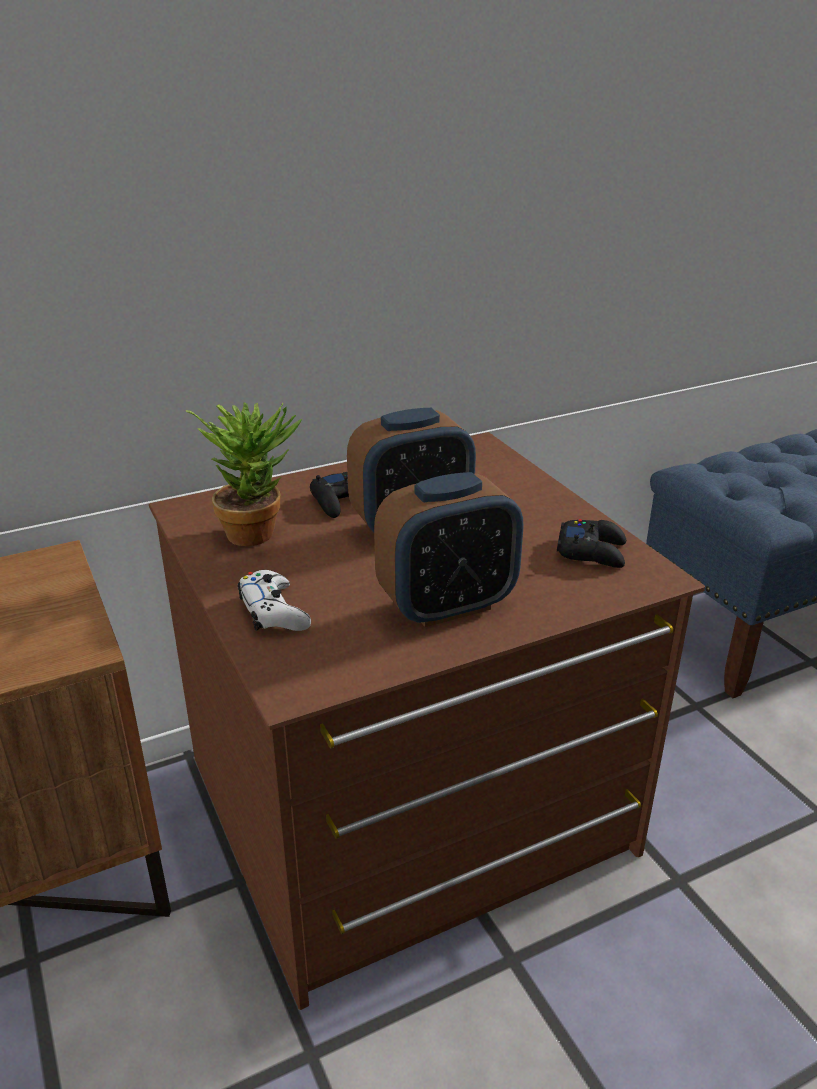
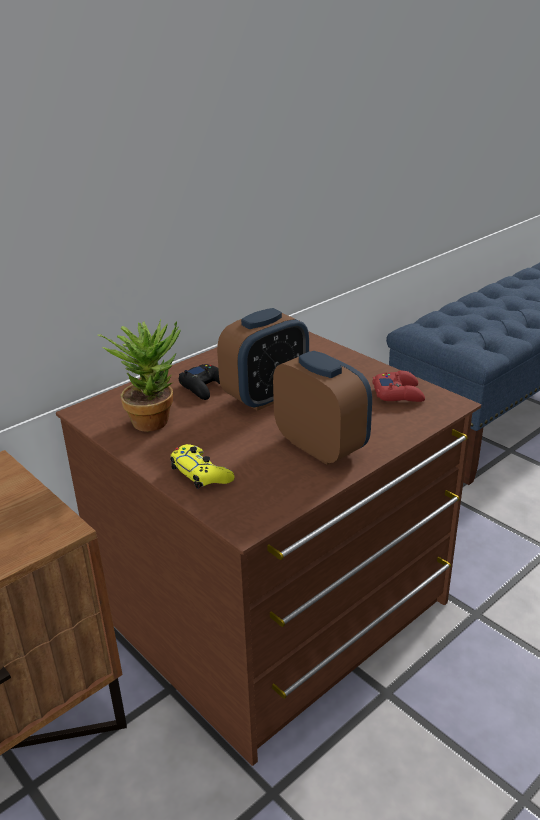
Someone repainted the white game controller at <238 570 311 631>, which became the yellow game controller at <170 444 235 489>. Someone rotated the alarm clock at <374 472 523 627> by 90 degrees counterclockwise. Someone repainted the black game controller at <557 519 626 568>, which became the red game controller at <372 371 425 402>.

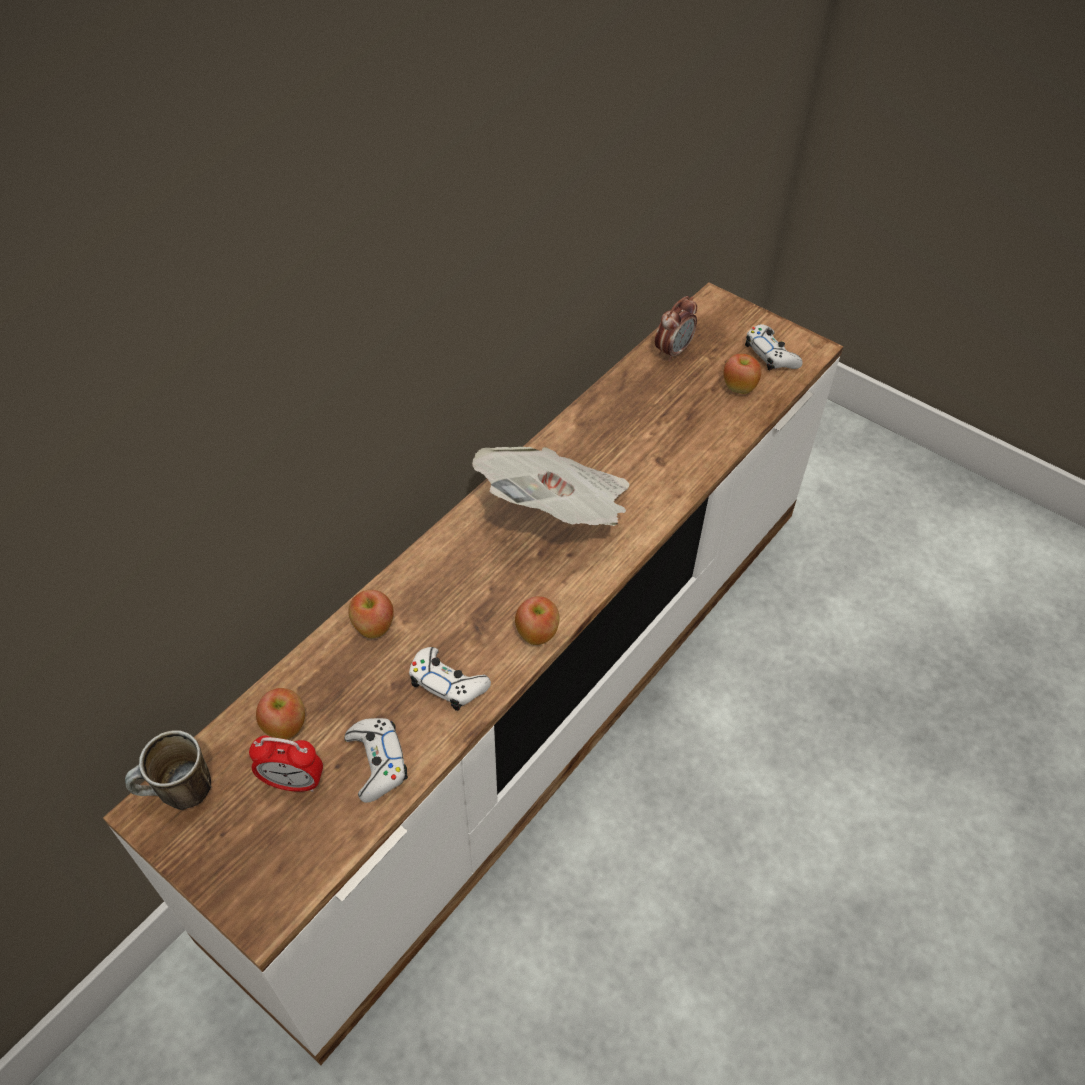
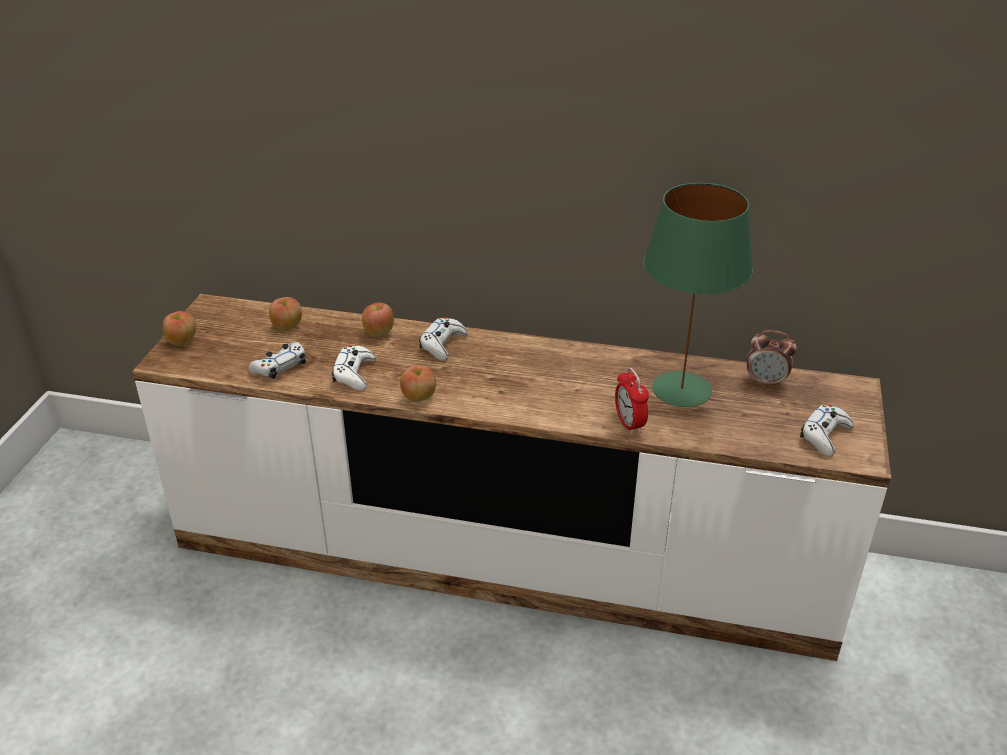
Someone took away the mug at <125 730 211 810>. Someone carried the alarm clock from <249 736 323 792> to <615 367 649 435>. Someone took away the newspaper at <472 447 630 526>. Someone carried the apple from <724 354 761 394> to <162 311 196 346>. Someone put down the white game controller at <419 317 468 361>. Someone put down the green table lamp at <643 183 753 407>.

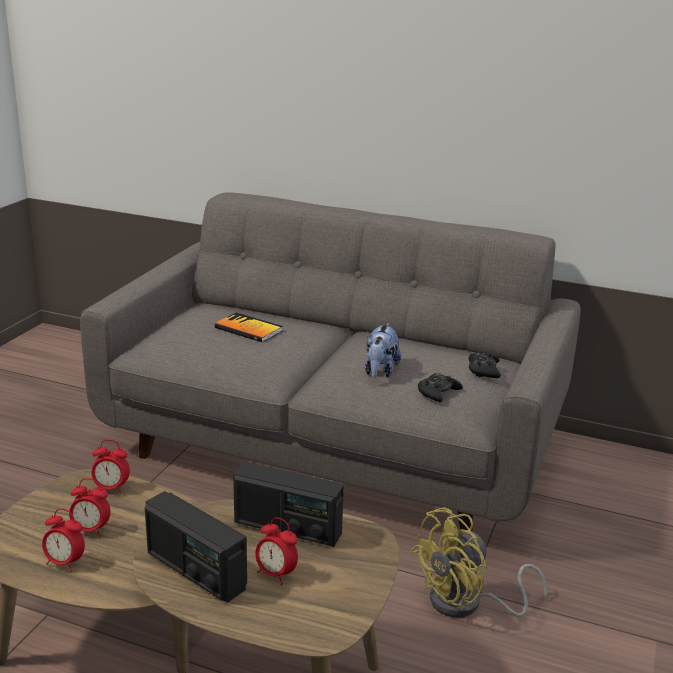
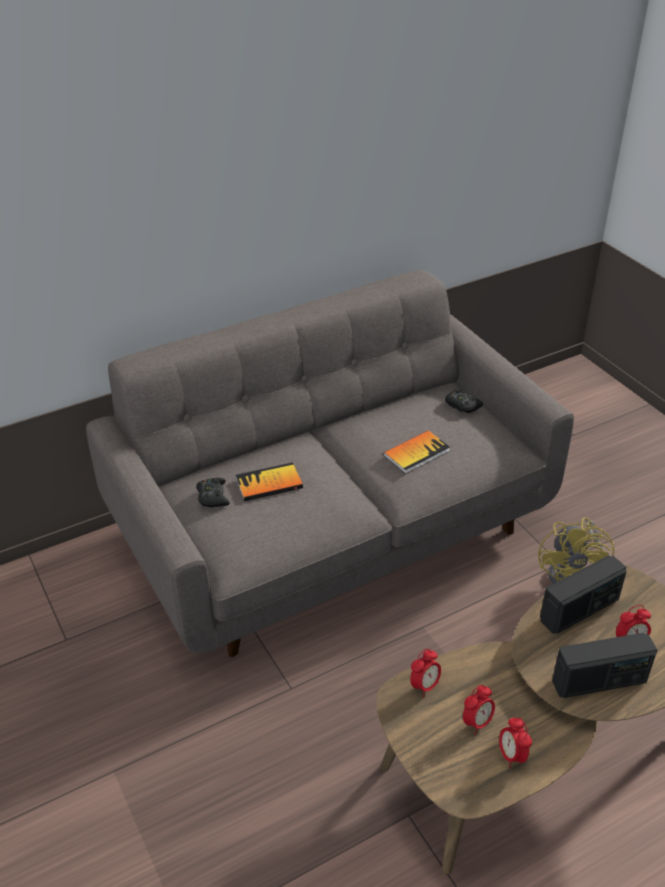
Someone rotated the alarm clock at <42 509 85 572> by 105 degrees clockwise. Someone swapped the plush toy at <365 323 401 378> for the book at <384 430 450 474>. Someone carried the black game controller from <418 373 463 402> to <196 478 230 507>.

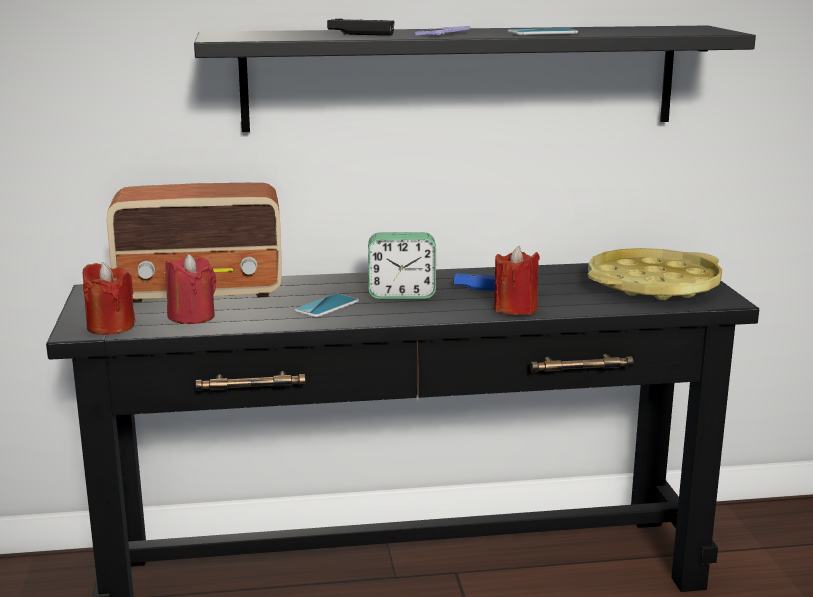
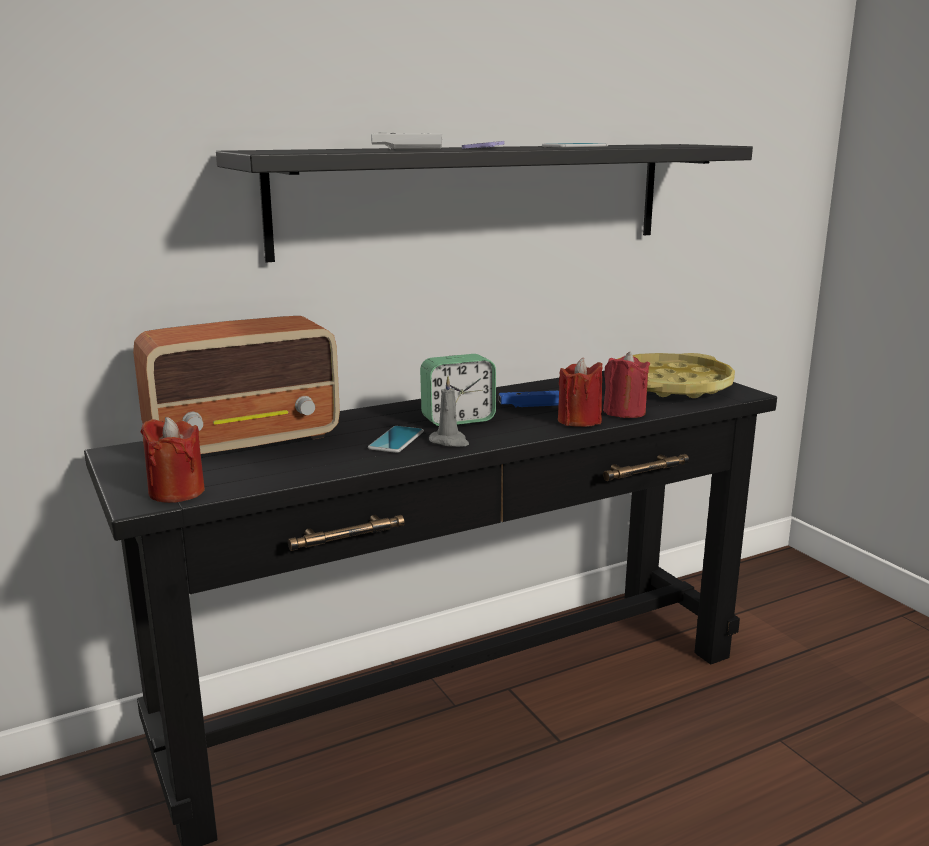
Someone carried the red candle from <165 254 216 324> to <603 352 650 418>. Someone repainted the black game controller at <327 19 394 36>, which became the white game controller at <371 132 442 149>. Someone put down the grey candle at <429 376 469 447>.

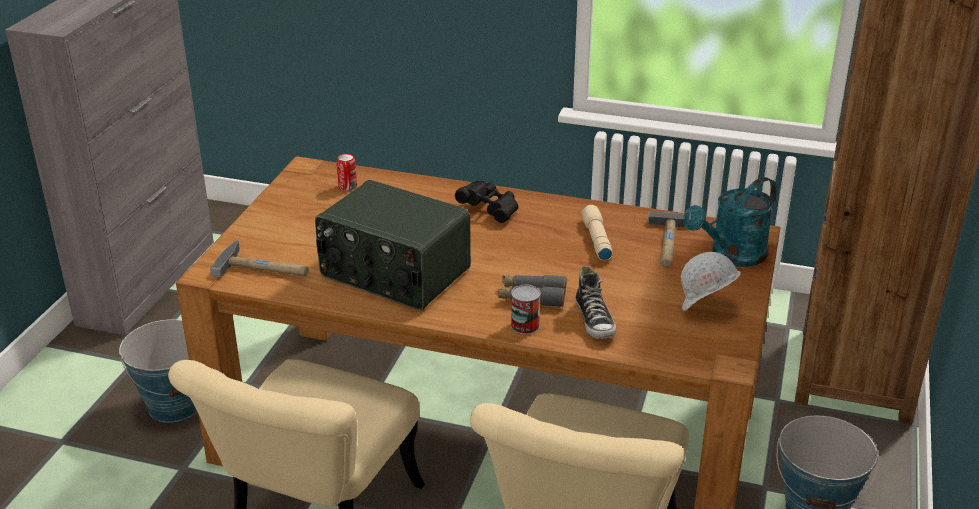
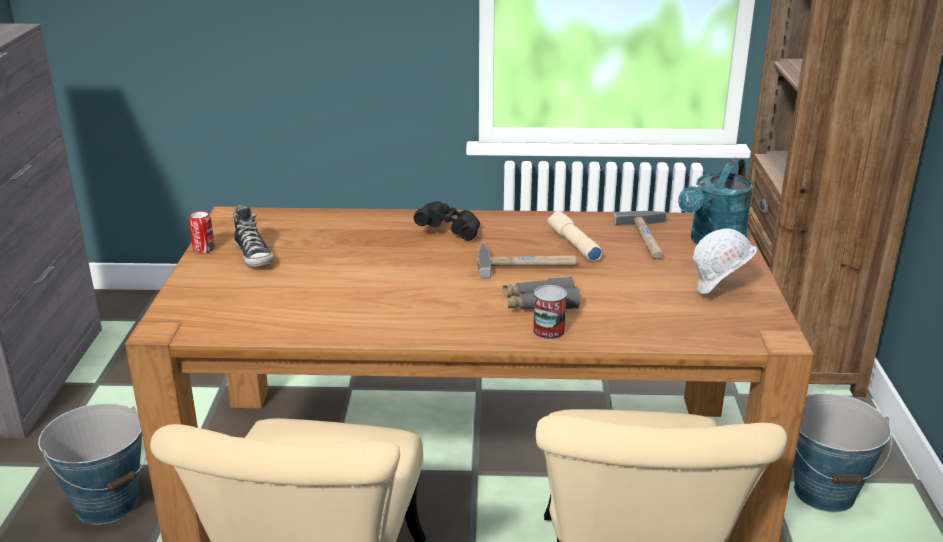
Someone carried the hammer from <210 240 309 277> to <477 242 577 278>. Someone took away the radio at <315 180 471 310>. Someone carried the can from <337 154 357 191> to <189 211 215 254>. Someone carried the shoe from <575 266 616 339> to <233 205 274 267>.

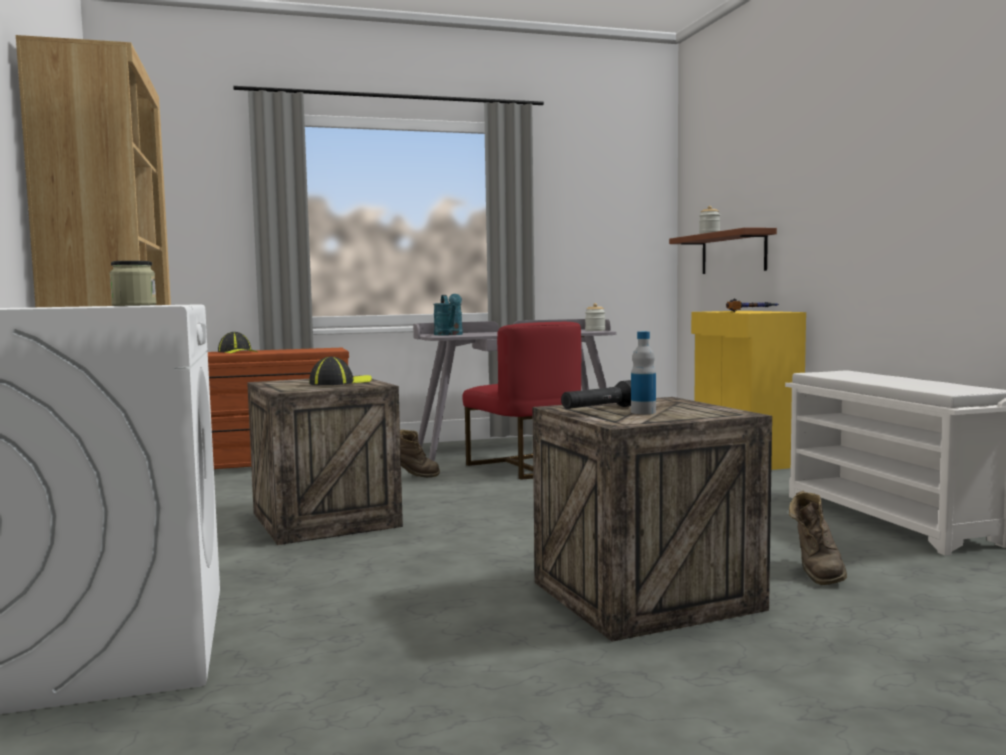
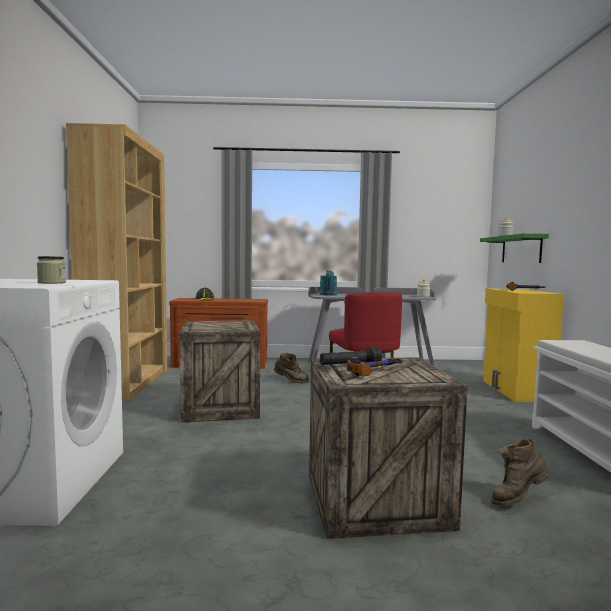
Someone took away the cap at <309 357 372 385>. Someone swapped the bottle at <631 331 656 414> for the hammer at <347 357 403 377>. Someone repainted the brown shelf at <669 227 777 274>, which became the green shelf at <480 233 549 263>. Someone rotated the brown boot at <789 491 847 585> by 45 degrees clockwise.

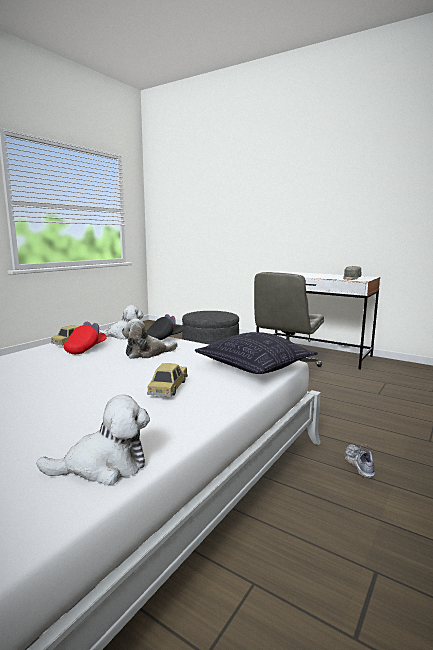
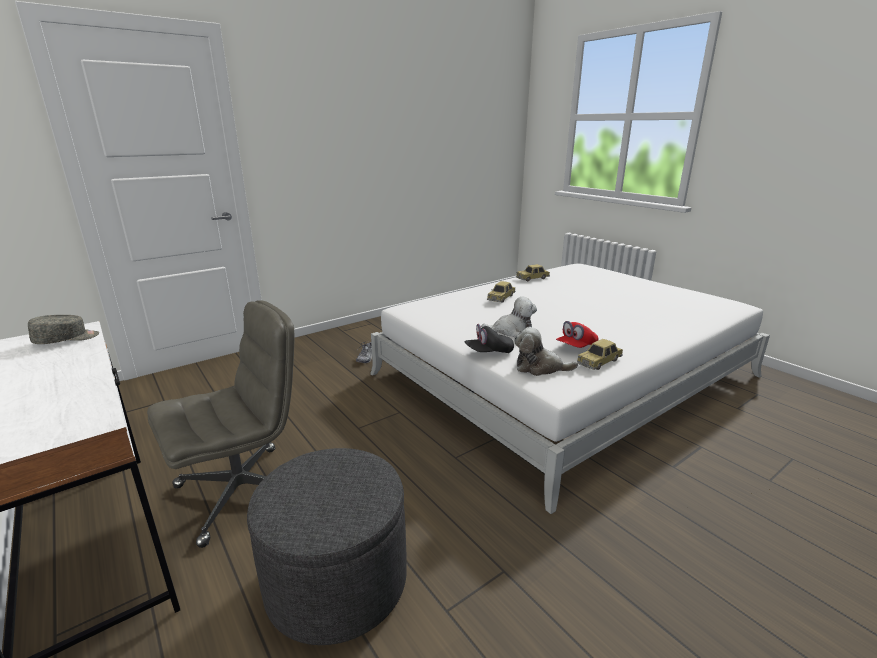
Someone swapped the plush toy at <36 395 150 485> for the toy car at <516 264 550 281>. Someone took away the pillow at <195 332 318 374>.

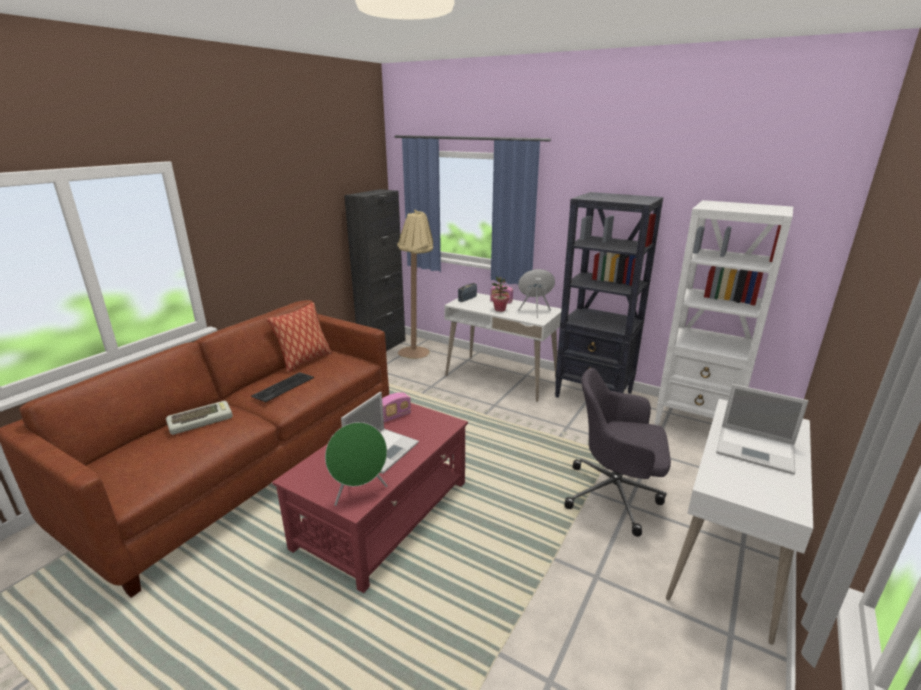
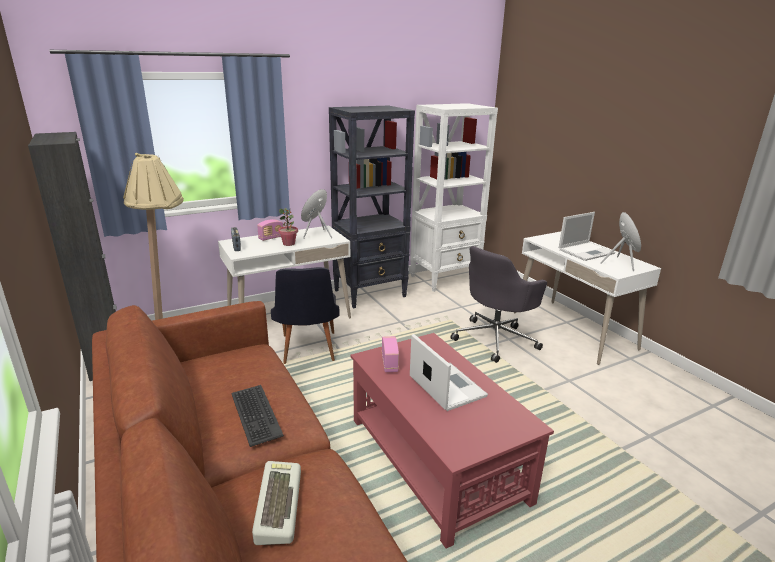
Someone took away the pillow at <267 303 332 373>. Someone carried the green speaker from <325 422 388 506> to <600 212 641 271>. Someone put down the black chair at <271 267 340 364>.

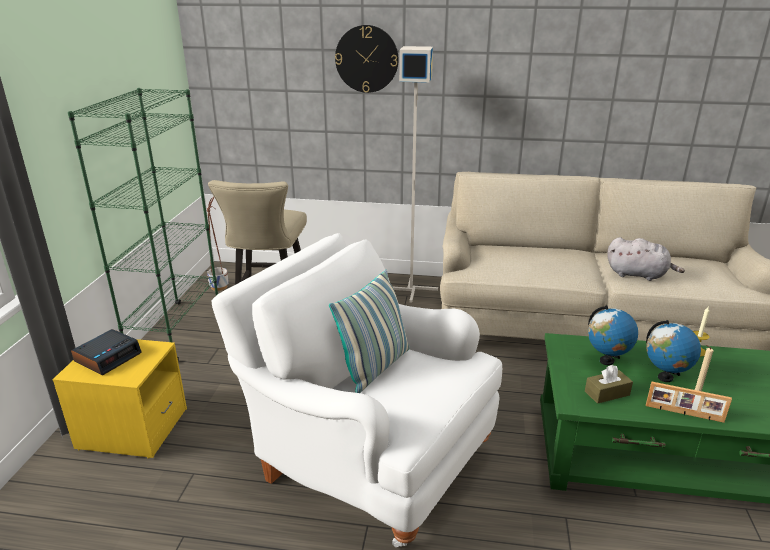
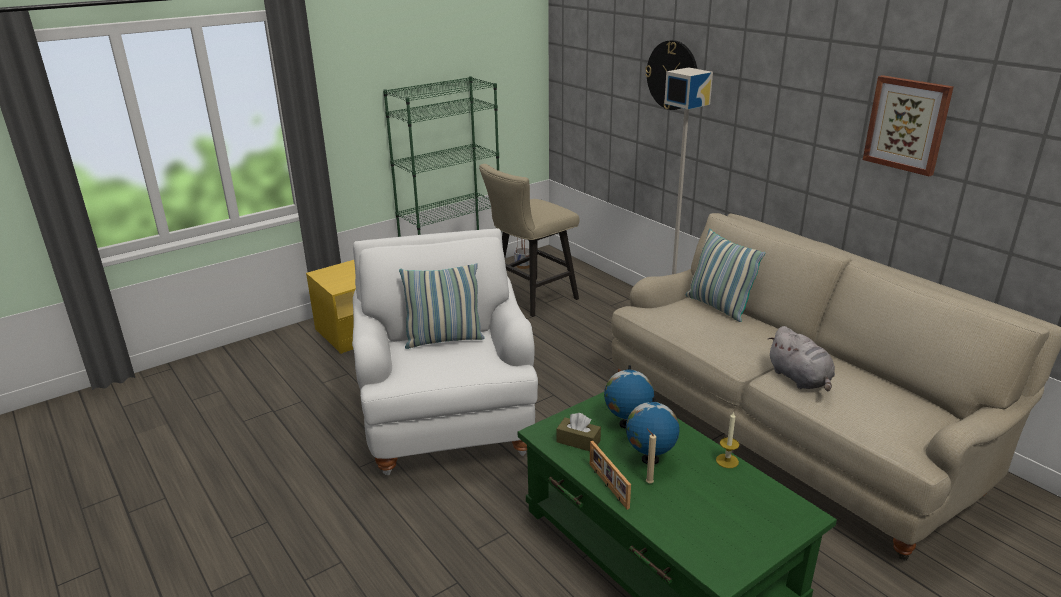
Someone took away the alarm clock at <71 329 141 375>. Someone put down the pillow at <686 229 765 322>. Someone put up the picture at <863 75 953 177>.

